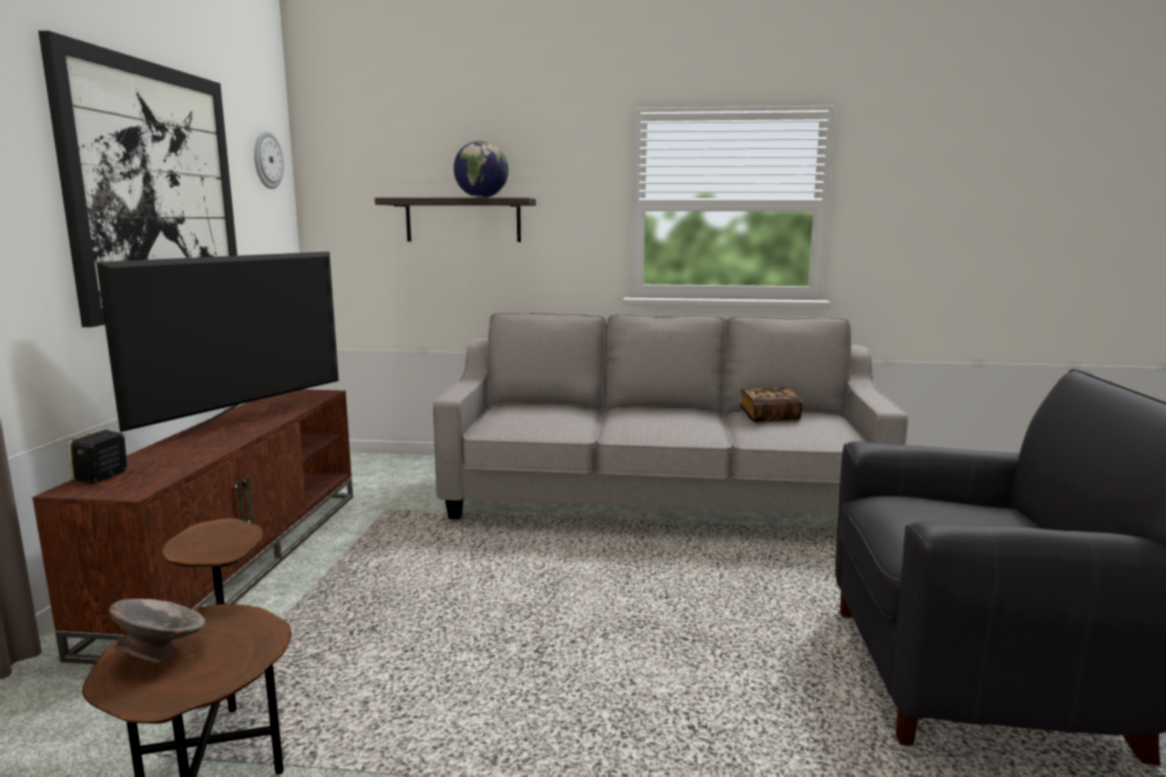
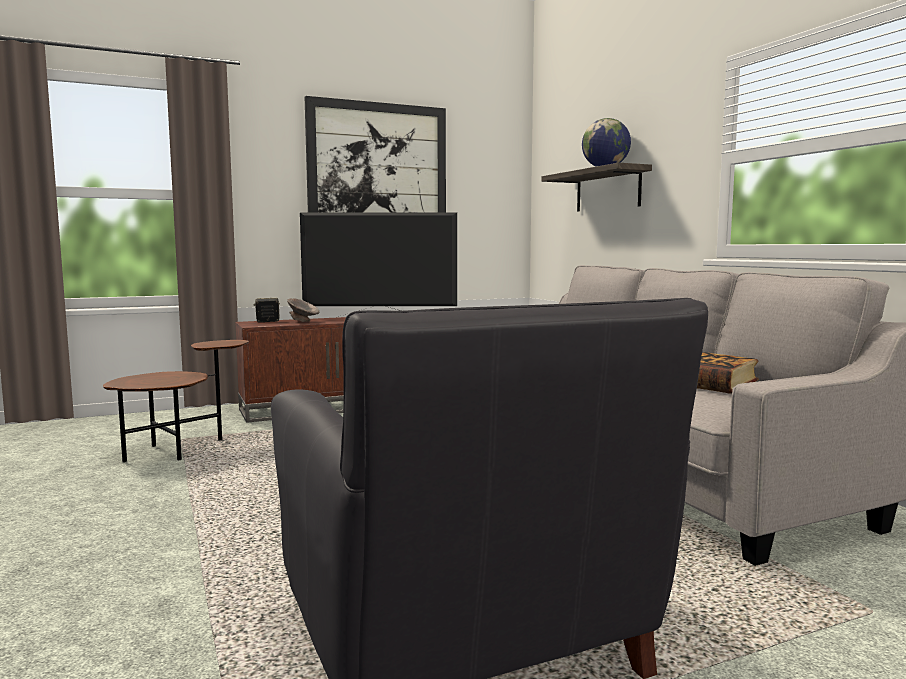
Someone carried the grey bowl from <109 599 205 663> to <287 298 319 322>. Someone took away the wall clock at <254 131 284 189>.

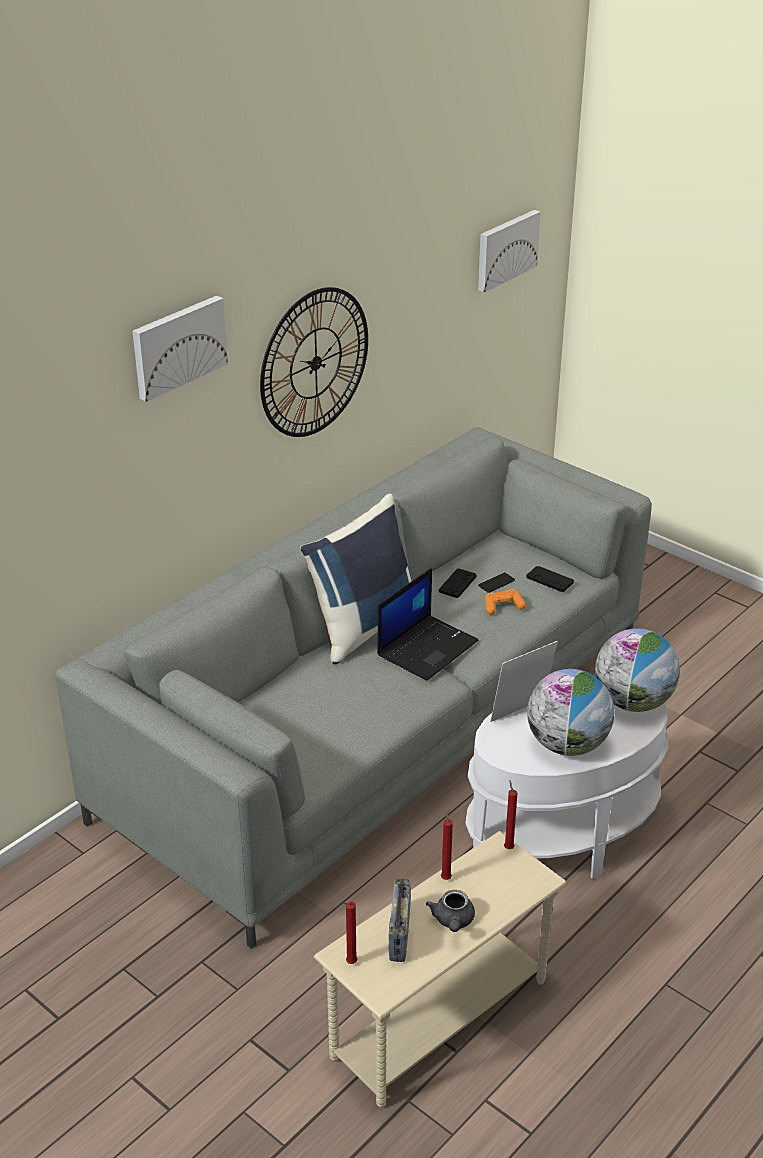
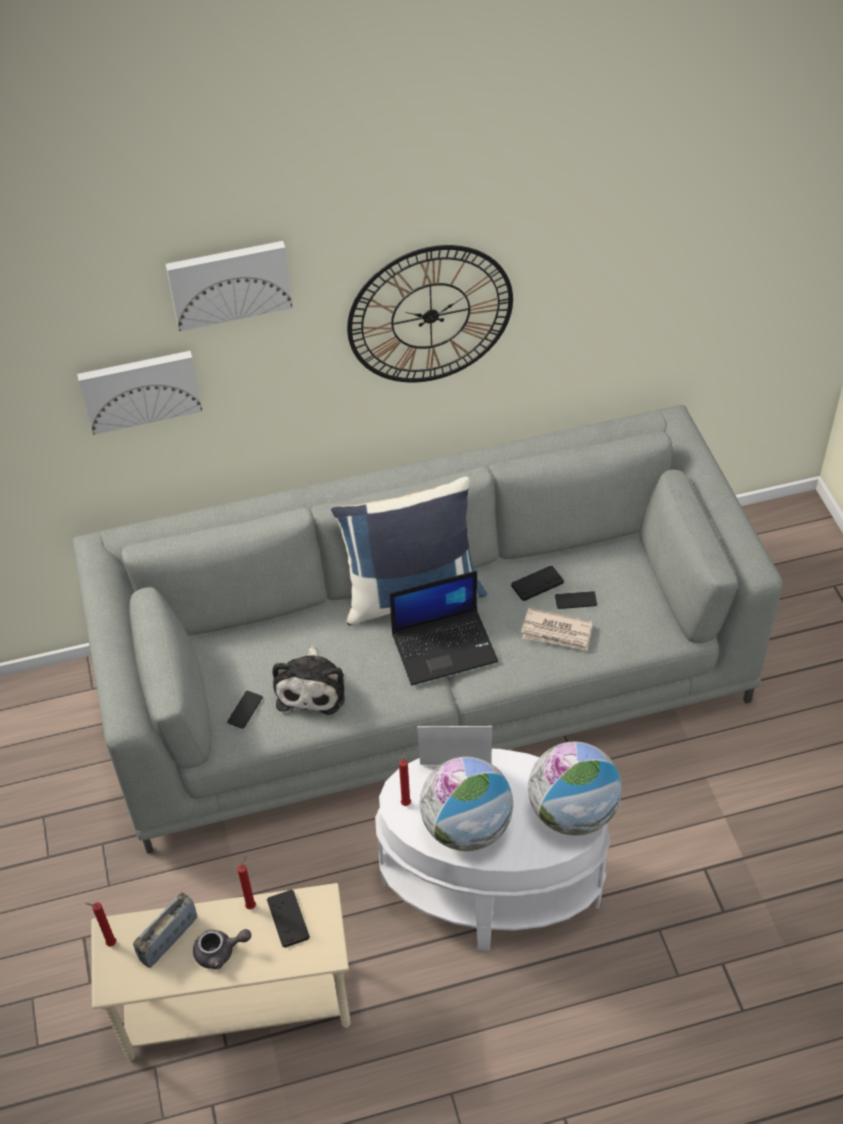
Someone rotated the grey teapot at <426 890 475 932> by 135 degrees counterclockwise. Someone carried the picture from <478 210 541 292> to <77 351 203 435>. Someone swapped the orange game controller at <485 589 526 615> for the newspaper at <521 608 592 651>. Someone carried the red candle from <504 780 517 849> to <399 750 411 806>. Someone carried the black game controller from <526 566 574 592> to <267 889 310 948>. Someone put down the phone at <227 691 263 729>. Someone put down the plush toy at <272 646 345 715>.

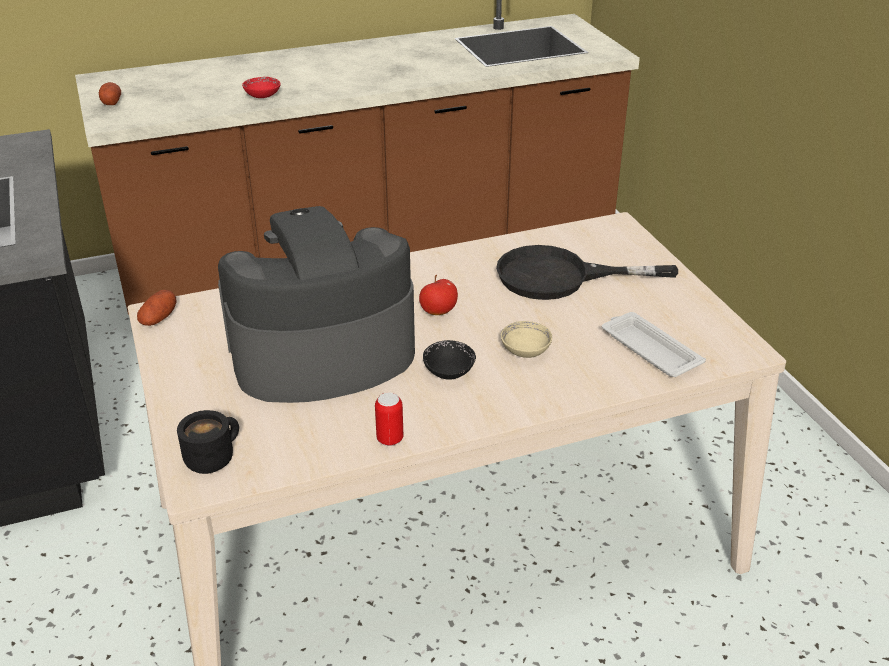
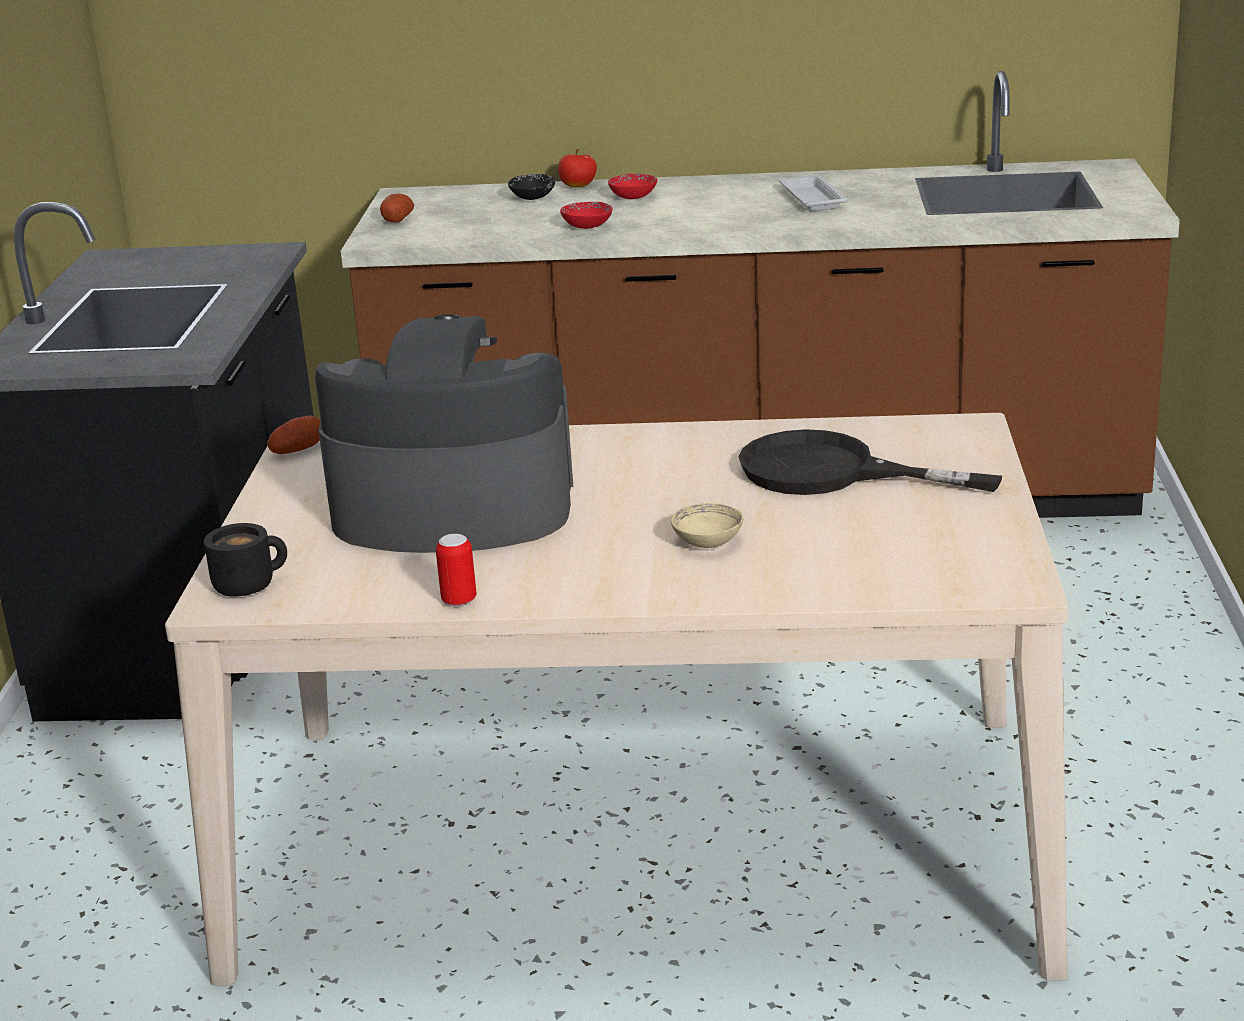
Someone carried the apple from <419 275 458 315> to <558 149 597 188>. Someone carried the black bowl from <423 340 476 380> to <508 174 556 200>. Someone carried the white tray from <602 312 706 377> to <779 175 848 211>. Someone put down the red bowl at <608 174 658 199>.

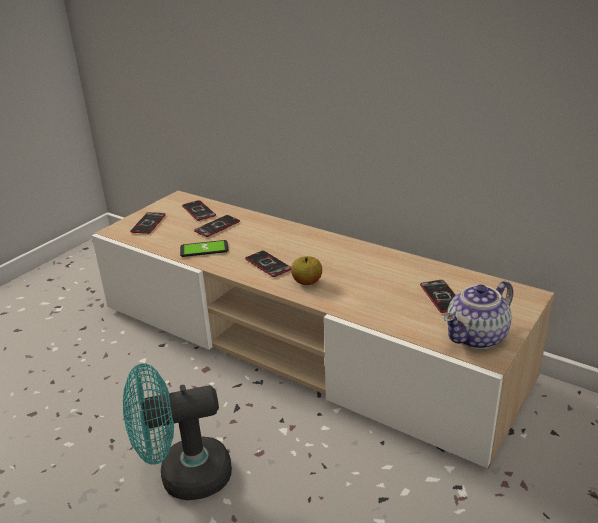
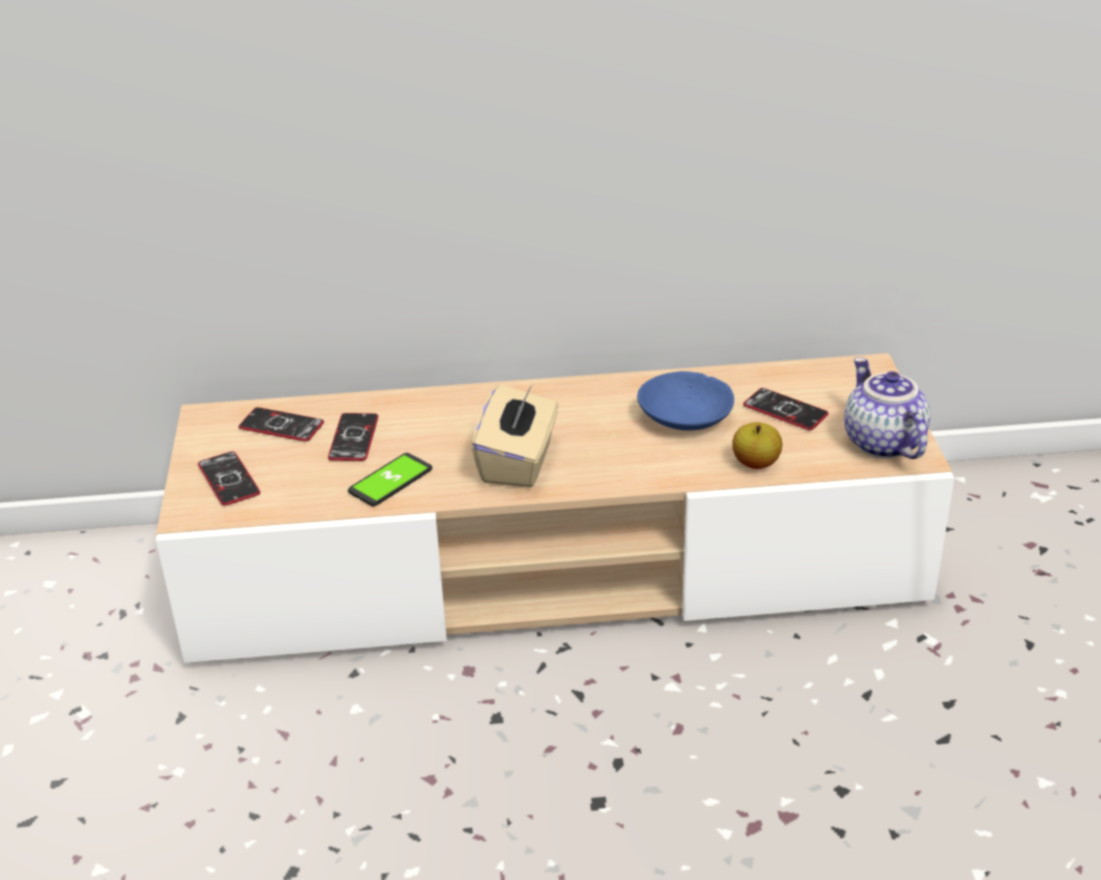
Someone took away the turquoise fan at <123 363 232 501>. Someone swapped the phone at <245 251 291 277> for the beige tissue box at <472 383 558 488>. Someone carried the apple from <291 256 322 285> to <732 422 782 469>. Someone rotated the teapot at <444 281 513 349> by 150 degrees clockwise. Someone put down the blue bowl at <637 371 734 431>.

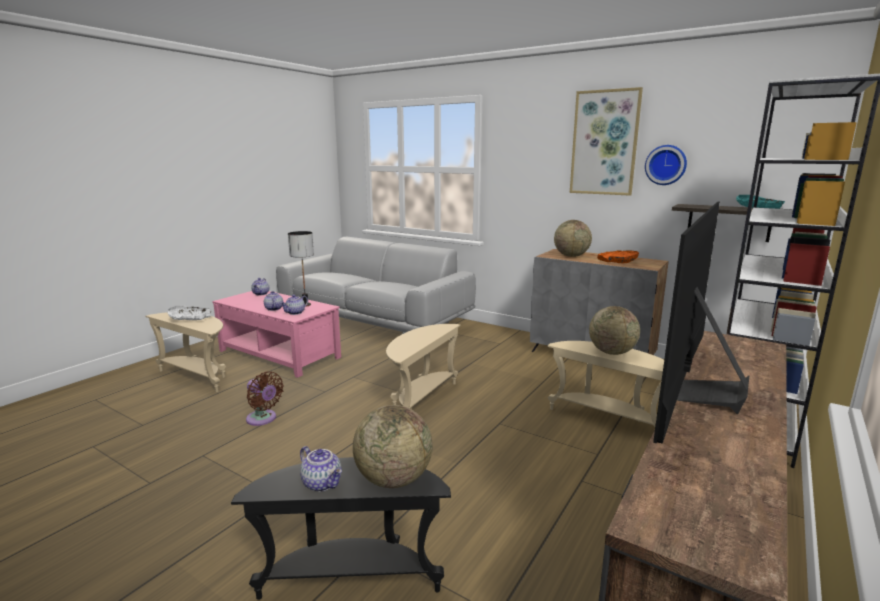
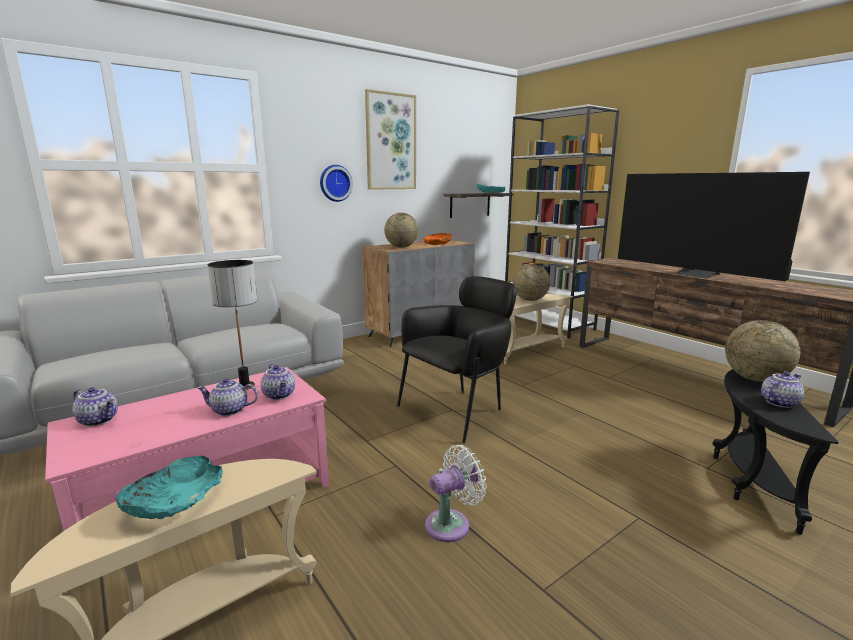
Someone repainted the white bowl at <167 306 211 320>, which became the turquoise bowl at <115 456 223 519>. Someone repainted the brown fan at <246 371 284 426>, which became the white fan at <425 445 487 542>. Someone swapped the beige side table at <386 324 461 408> for the black armchair at <397 276 517 444>. Someone carried the wall clock from <645 145 687 185> to <320 165 353 202>.

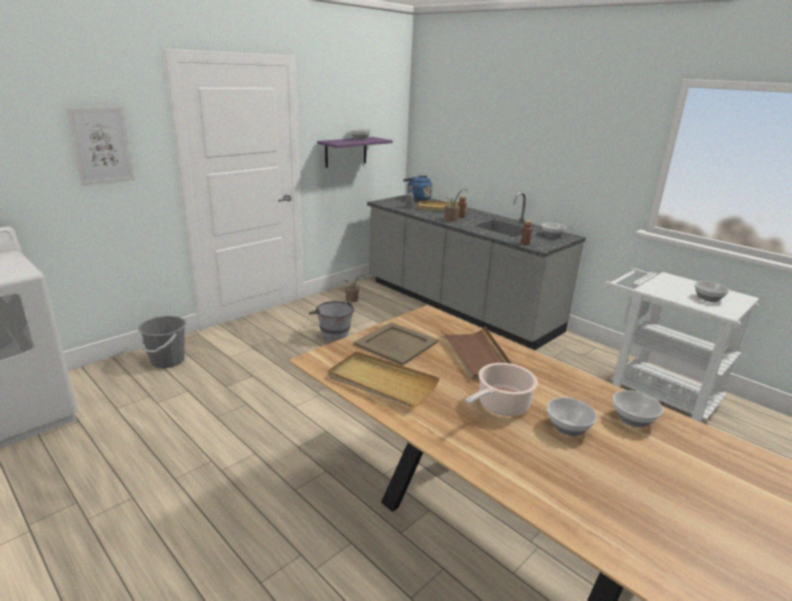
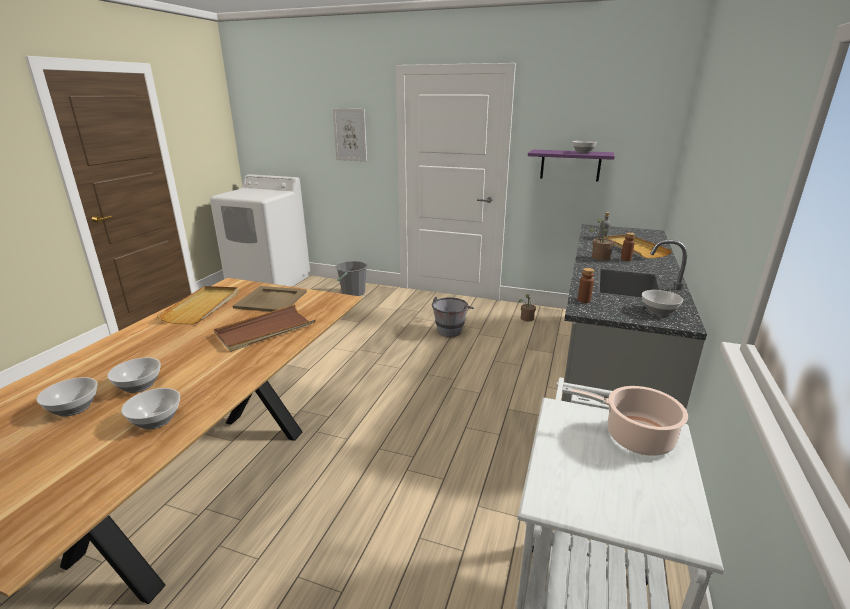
Someone took away the blue kettle at <403 175 432 201>. Someone carried the cooking pot from <465 363 538 416> to <562 386 688 456>. Someone carried the bowl from <695 281 729 302> to <37 377 97 417>.

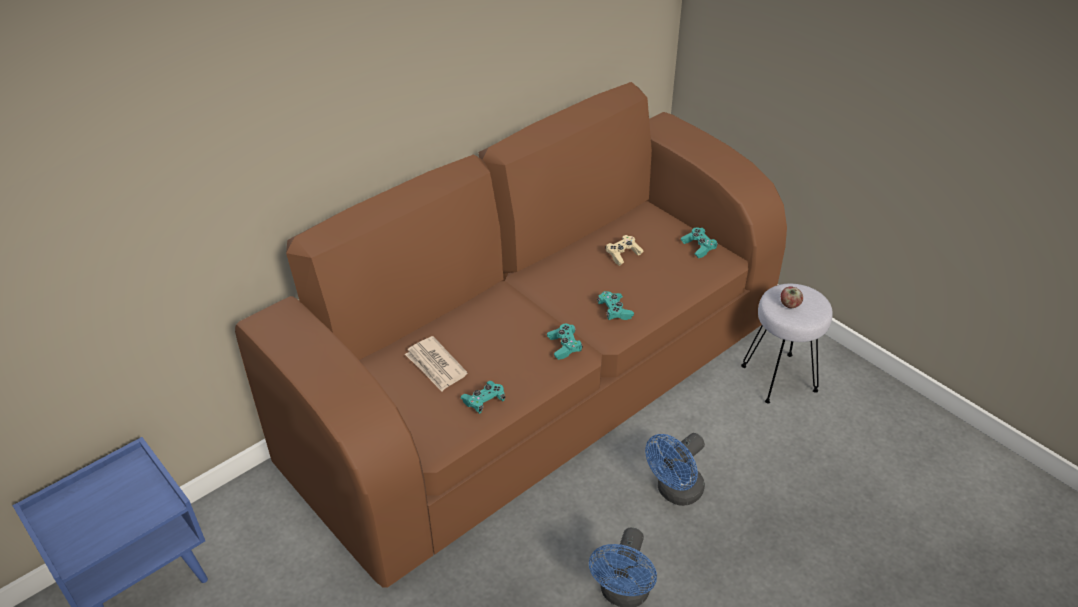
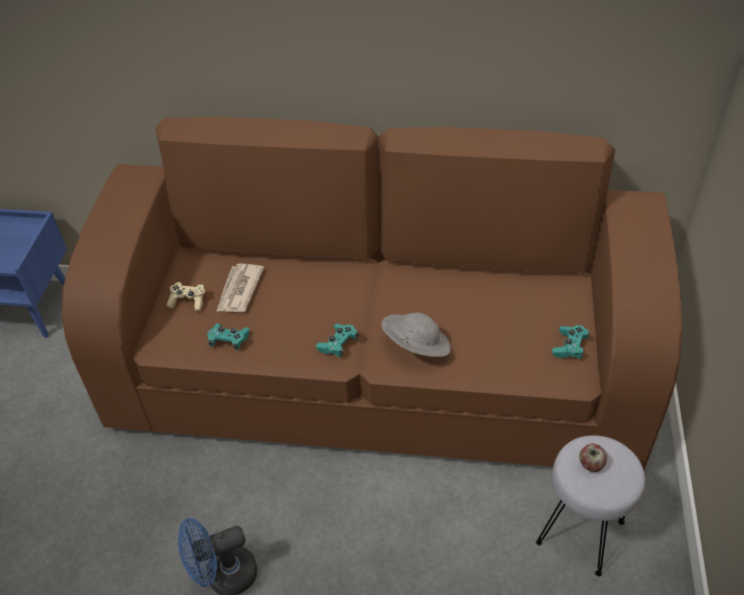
Someone swapped the turquoise game controller at <597 291 634 320> for the grey hat at <381 313 451 357>. Someone carried the beige game controller from <605 235 643 266> to <166 282 205 311>. Someone took away the blue fan at <645 433 705 506>.

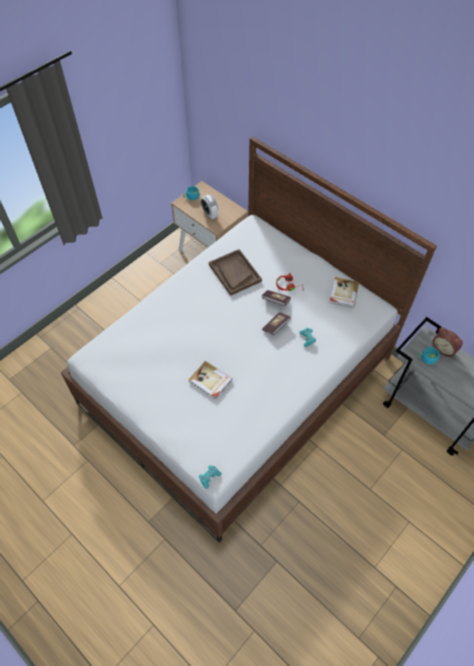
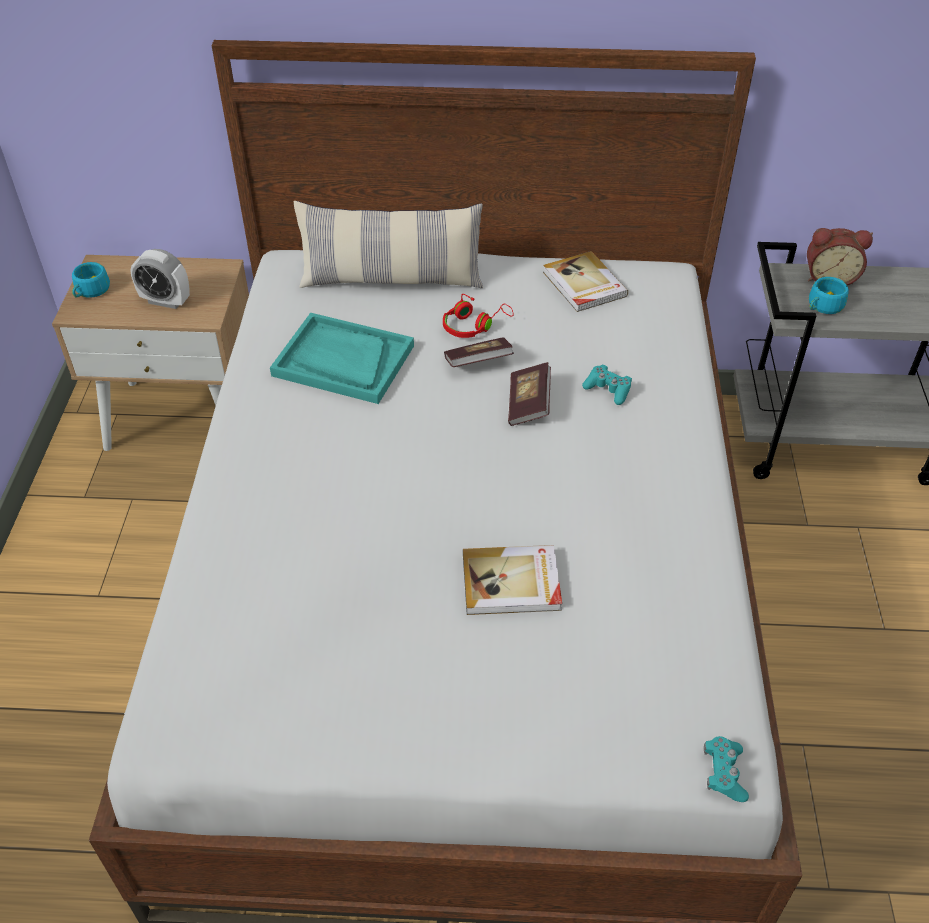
Someone repainted the brown tray at <209 249 262 296>, which became the turquoise tray at <270 313 414 404>. Someone put down the pillow at <294 201 483 288>.

